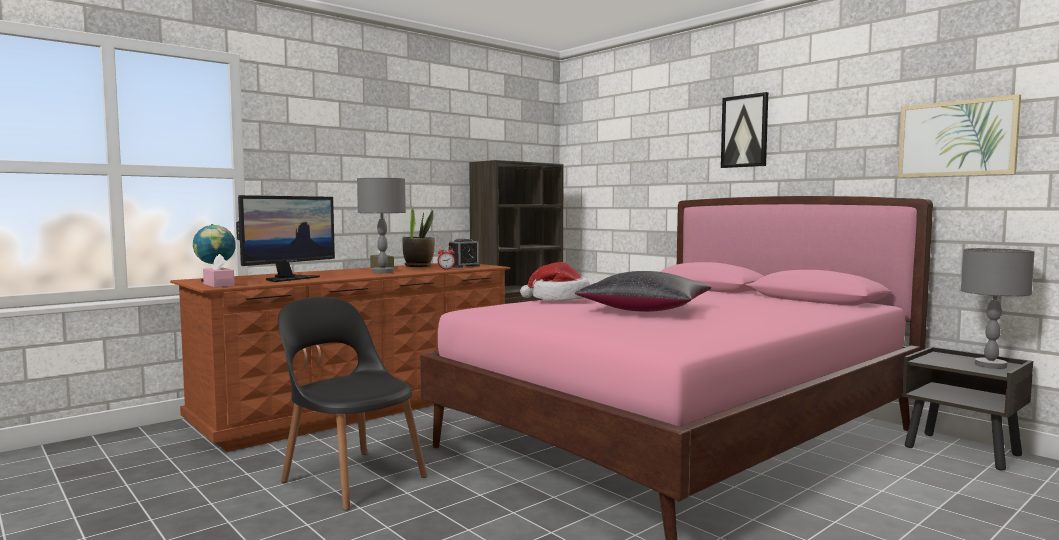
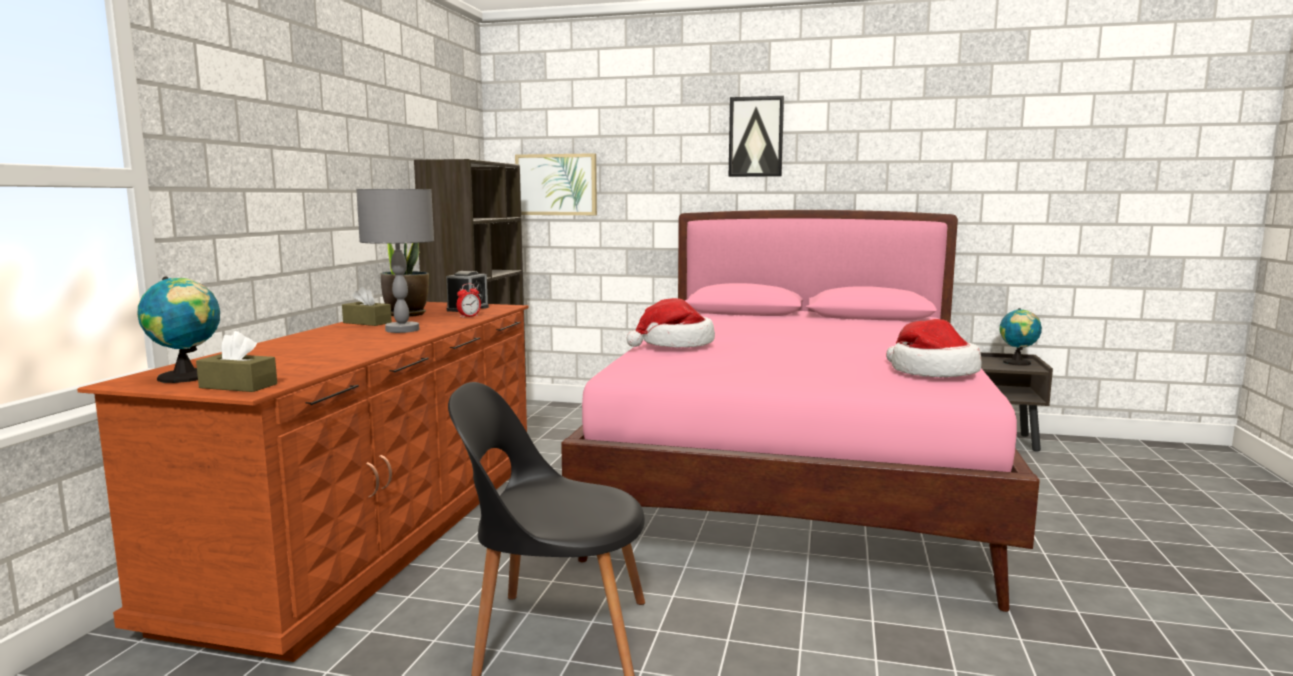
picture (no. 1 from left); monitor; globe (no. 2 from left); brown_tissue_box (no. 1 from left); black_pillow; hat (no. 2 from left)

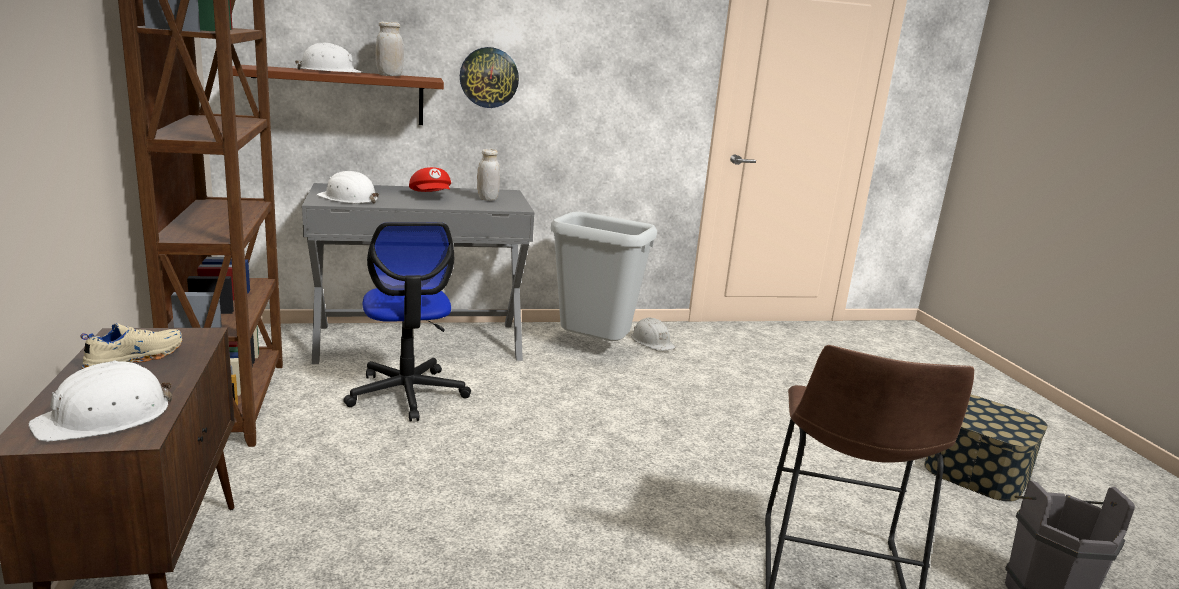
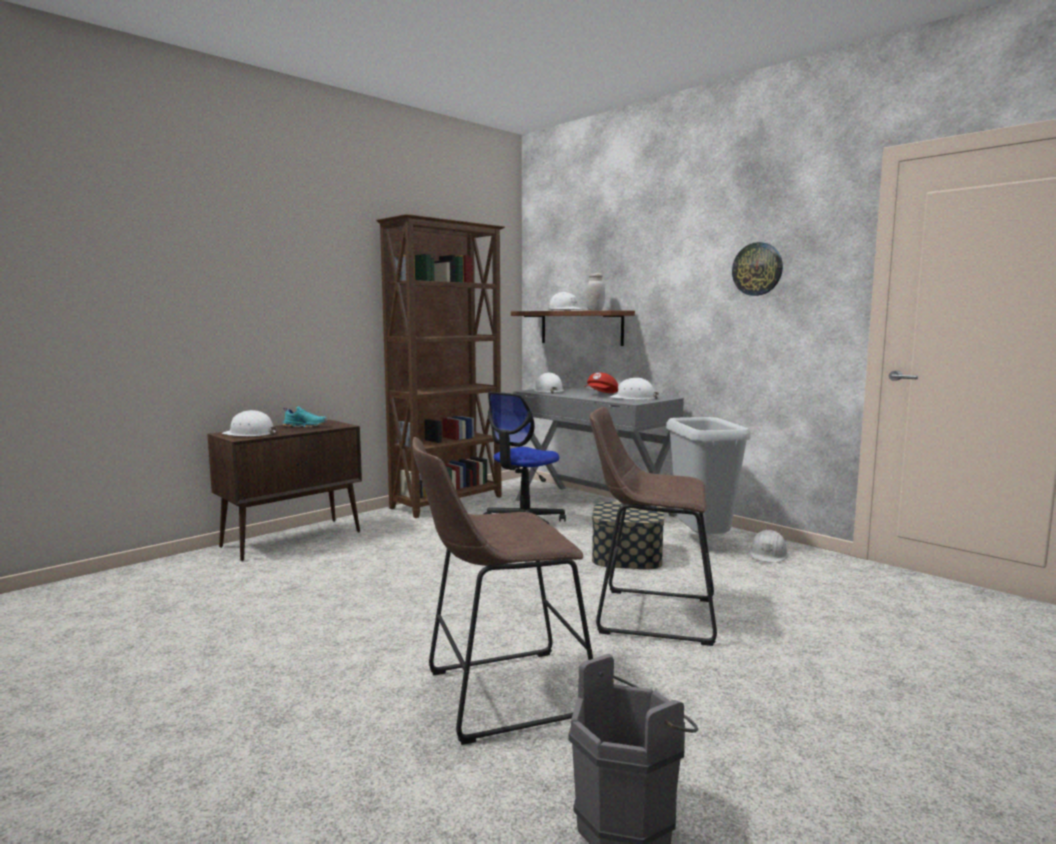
wall_clock; white_hard_hat (no. 4 from left); turquoise_shoe; storage_box; brown_stool (no. 2 from left)

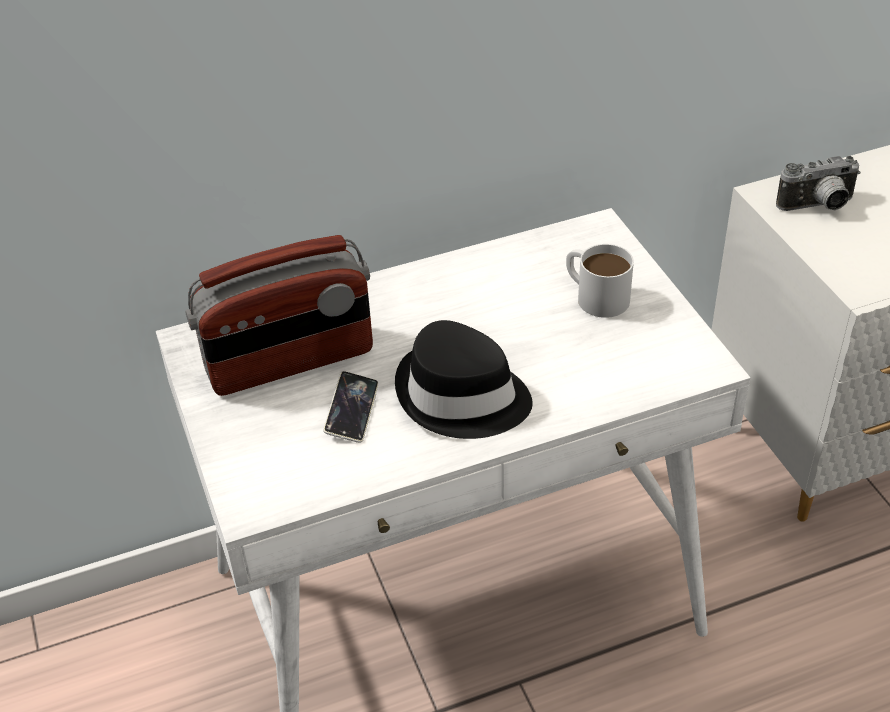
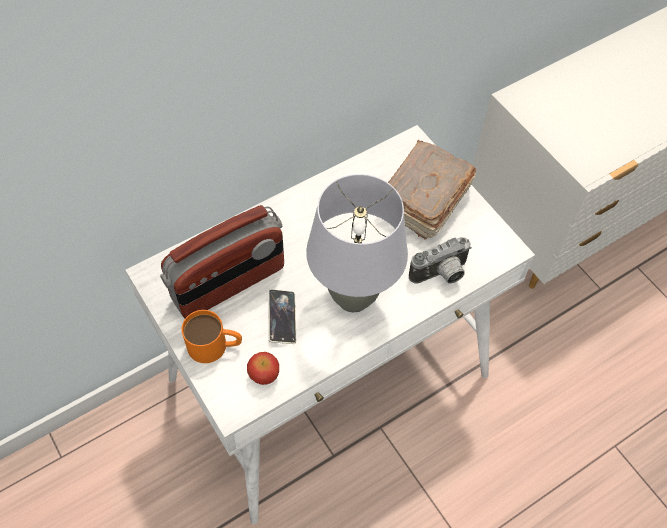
photo_camera; brown_book; grey_table_lamp; orange_mug; apple

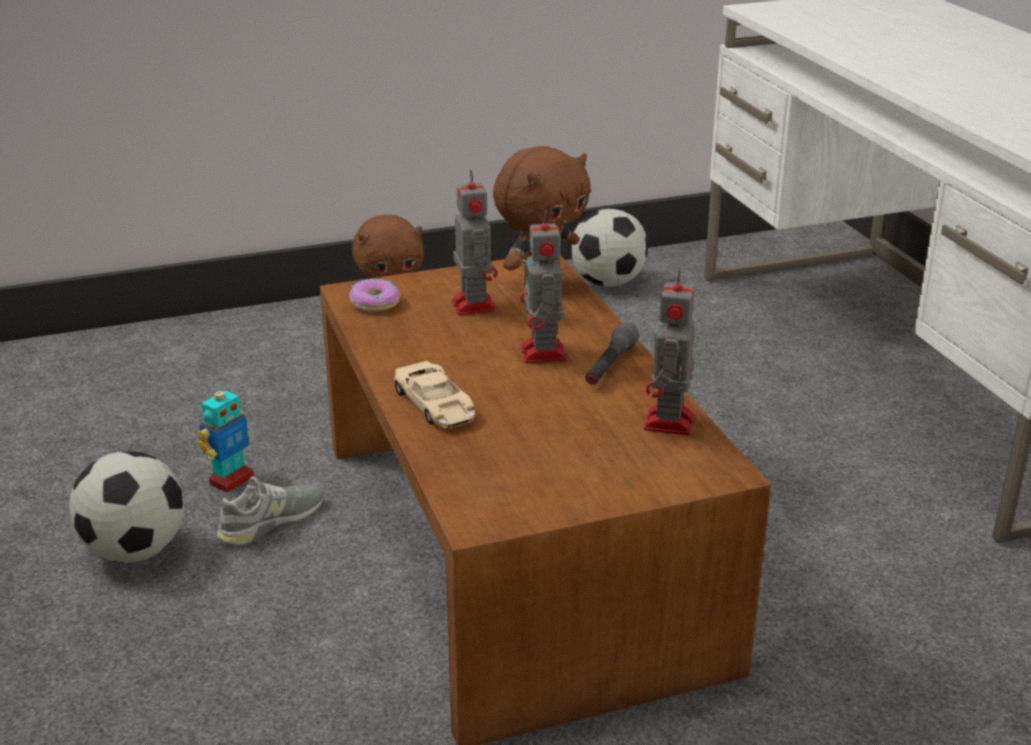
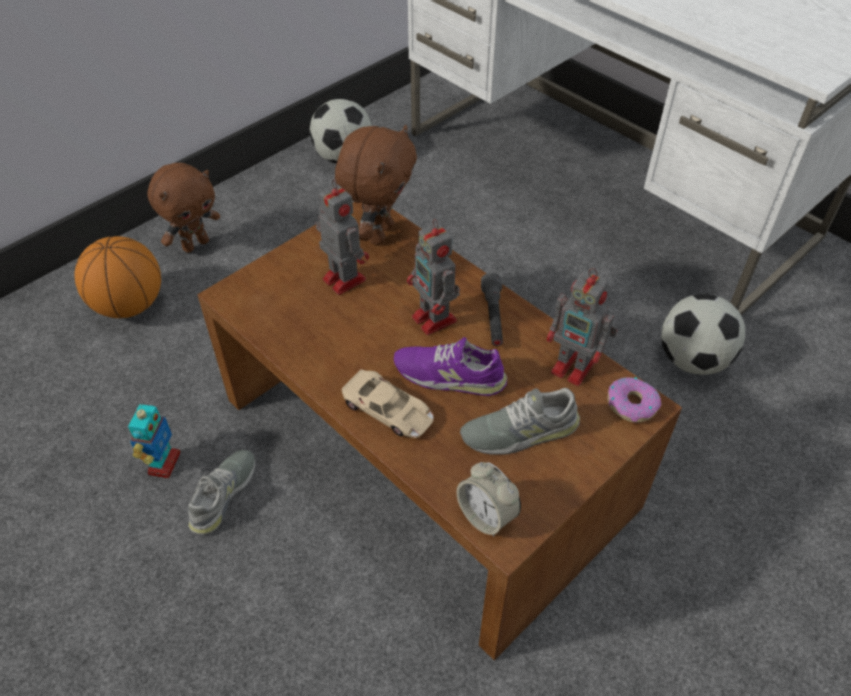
toy_robot (no. 4 from left); donut; football (no. 2 from left); basketball; purple_shoe; grey_shoe (no. 2 from left); alarm_clock

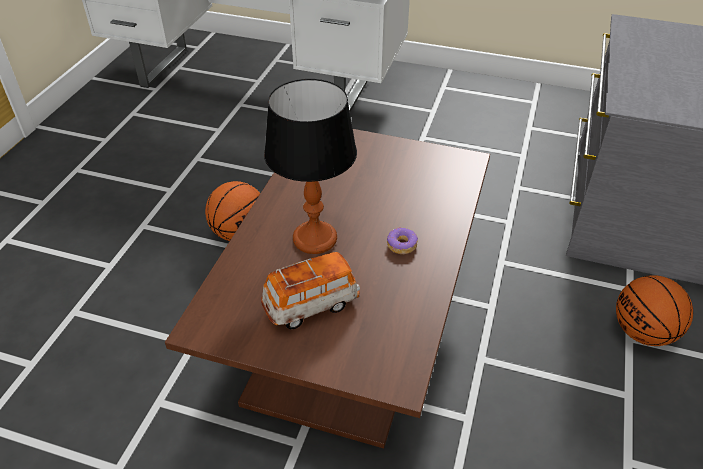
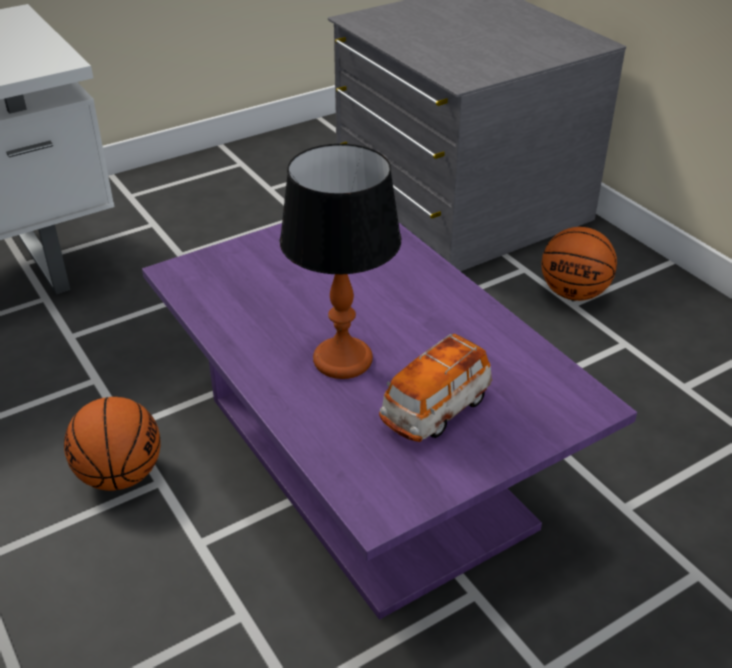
purple_coffee_table; donut; toy_car

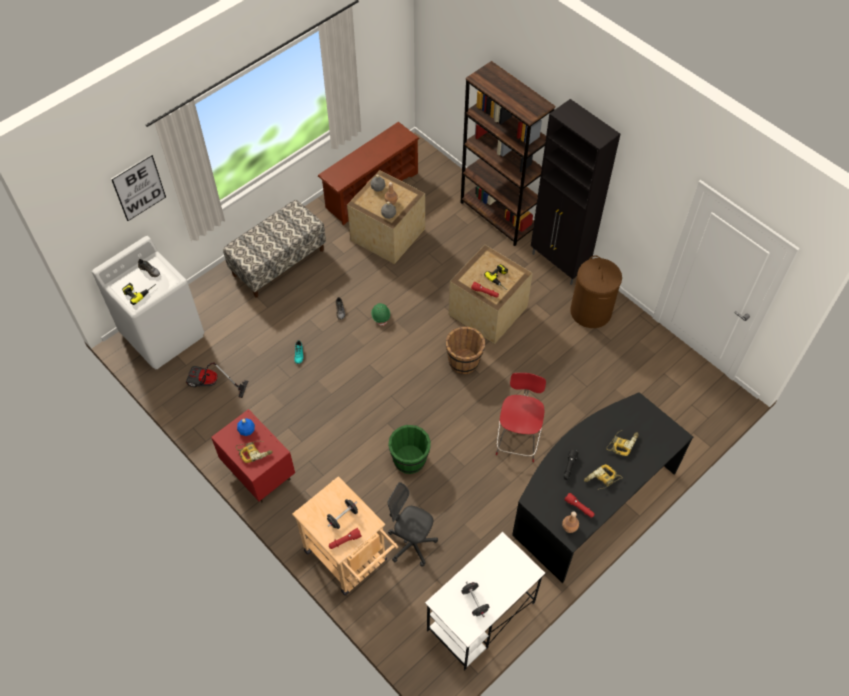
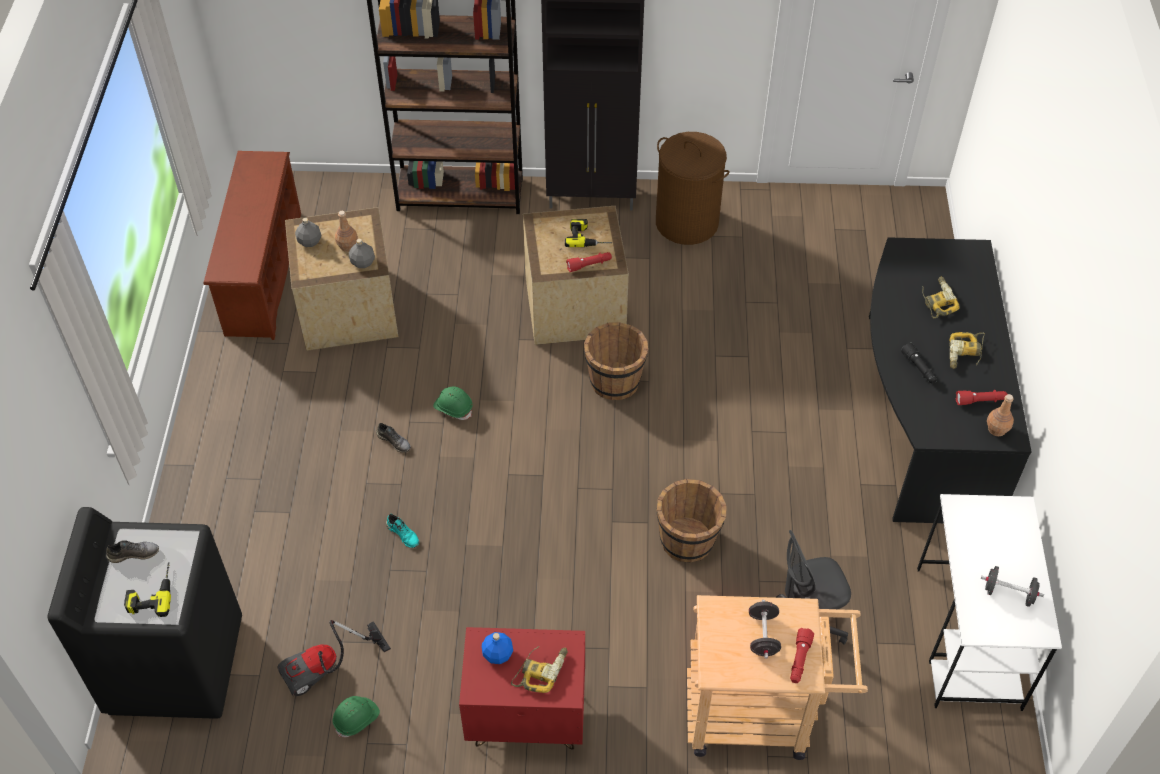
picture; bench; black_washing_machine; red_stool; brown_bucket (no. 2 from left); green_hard_hat (no. 1 from left)

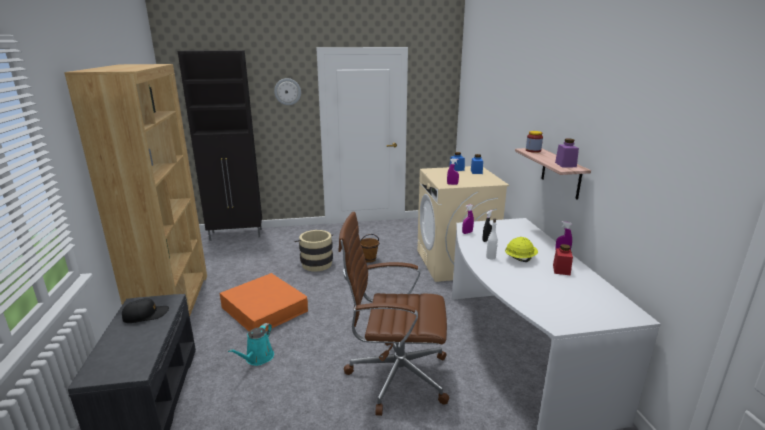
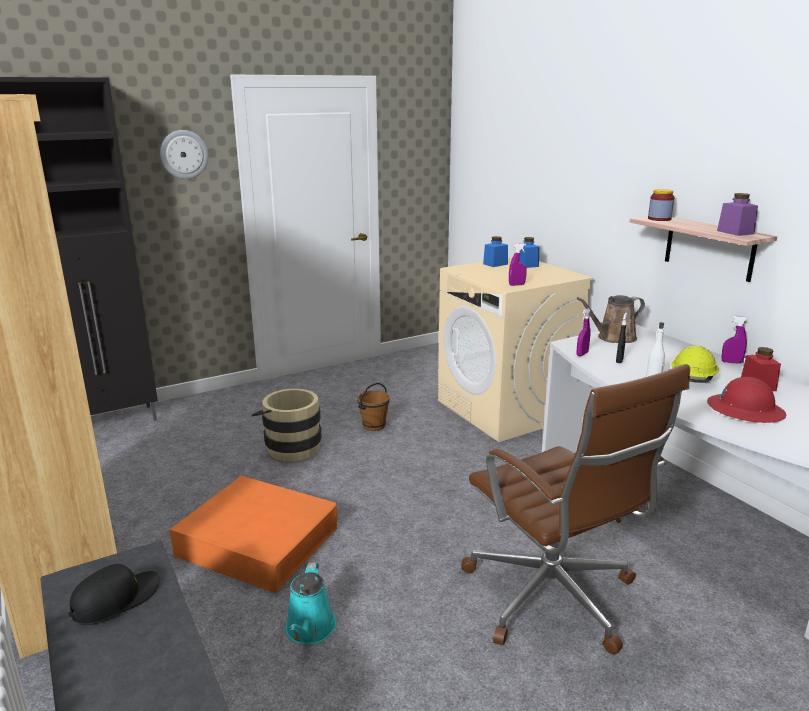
brown_office_chair; brown_watering_can; red_hard_hat

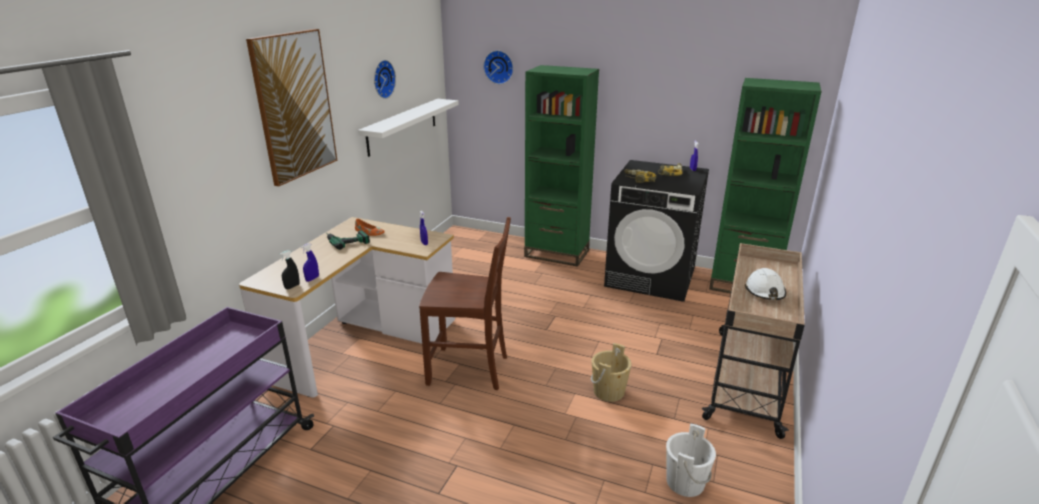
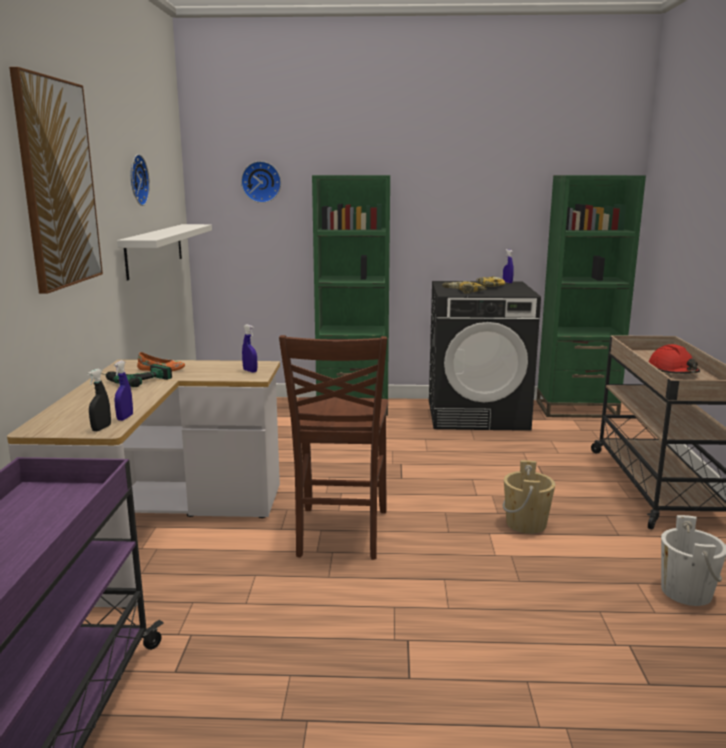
brown_chair; red_hard_hat

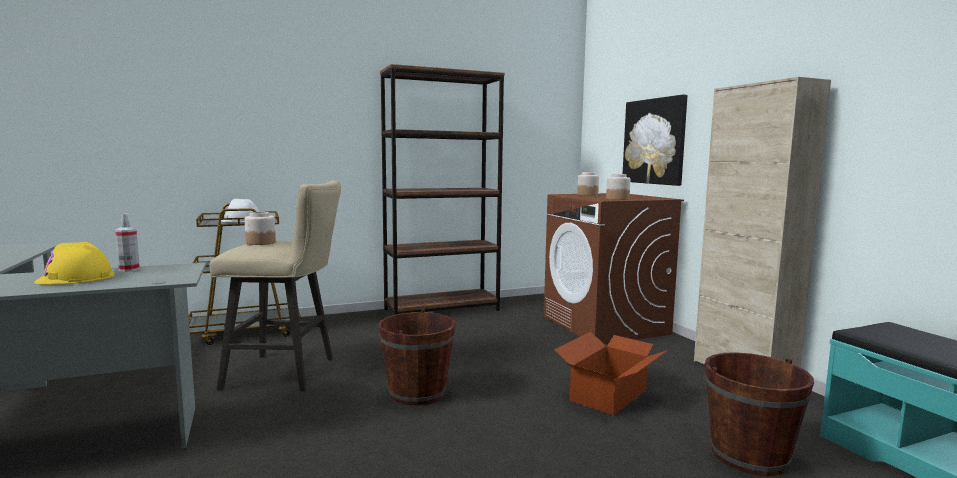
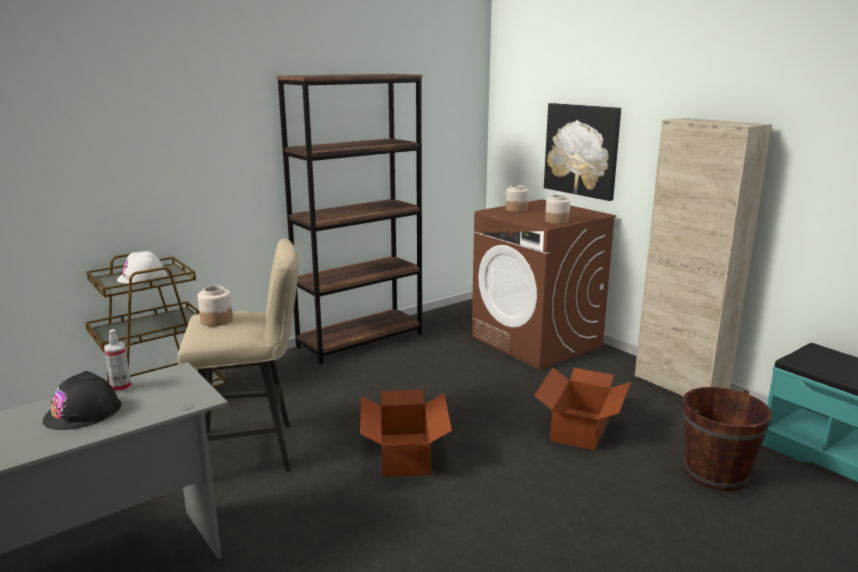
black_hard_hat; cardboard_box (no. 1 from left)

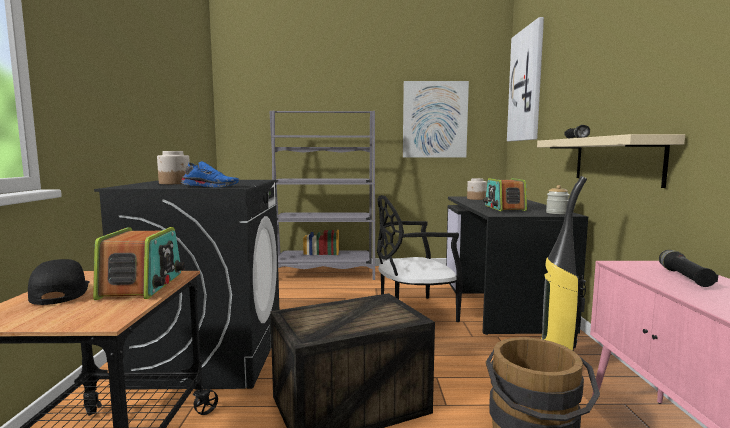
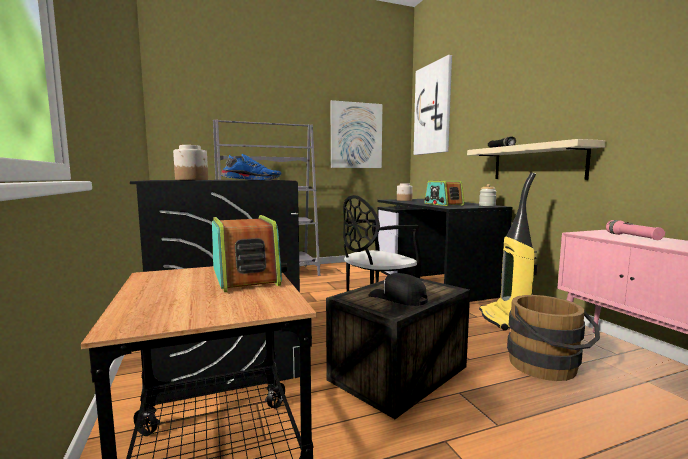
pink_flashlight; black_cap

